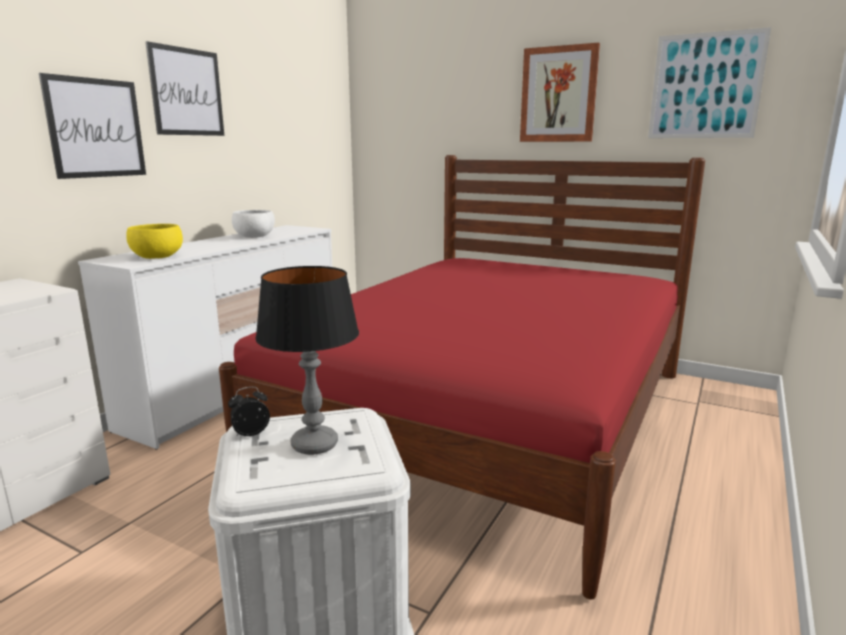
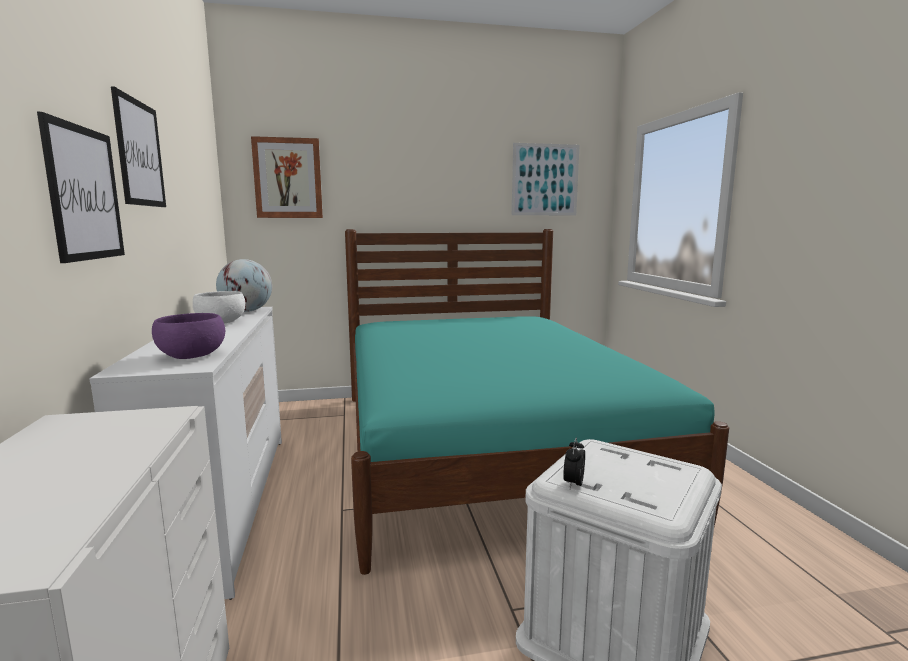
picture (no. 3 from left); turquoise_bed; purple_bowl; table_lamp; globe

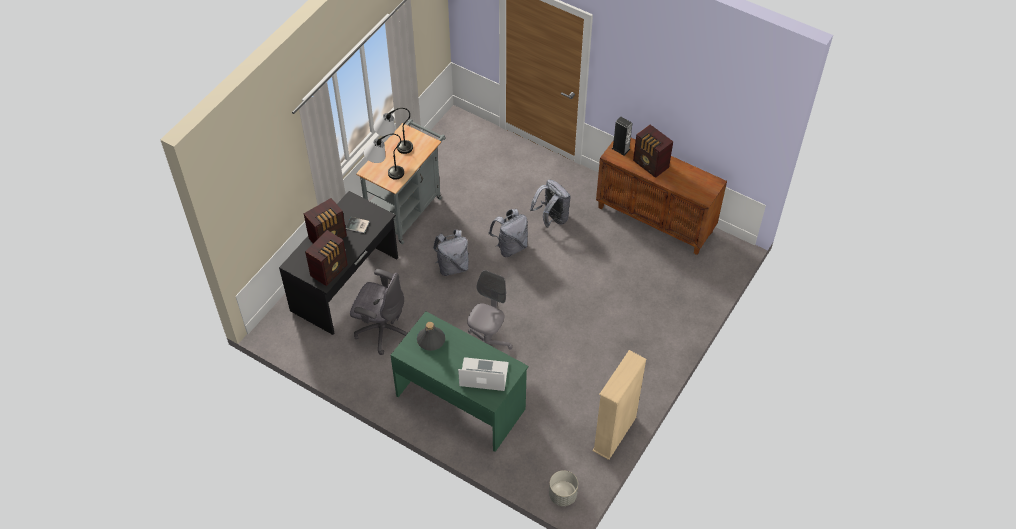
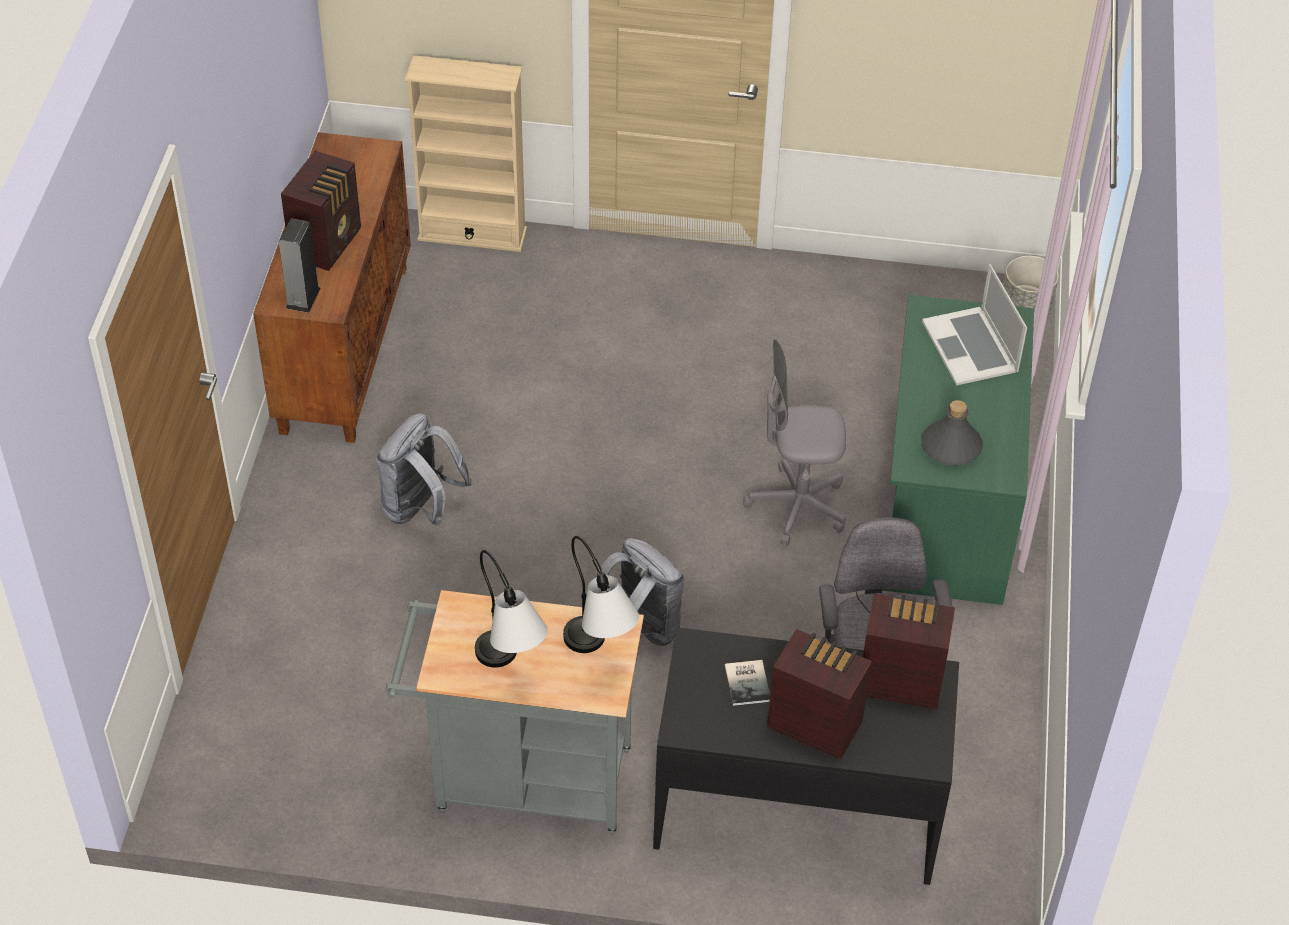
grey_backpack (no. 2 from left in the first image); beige_bookcase

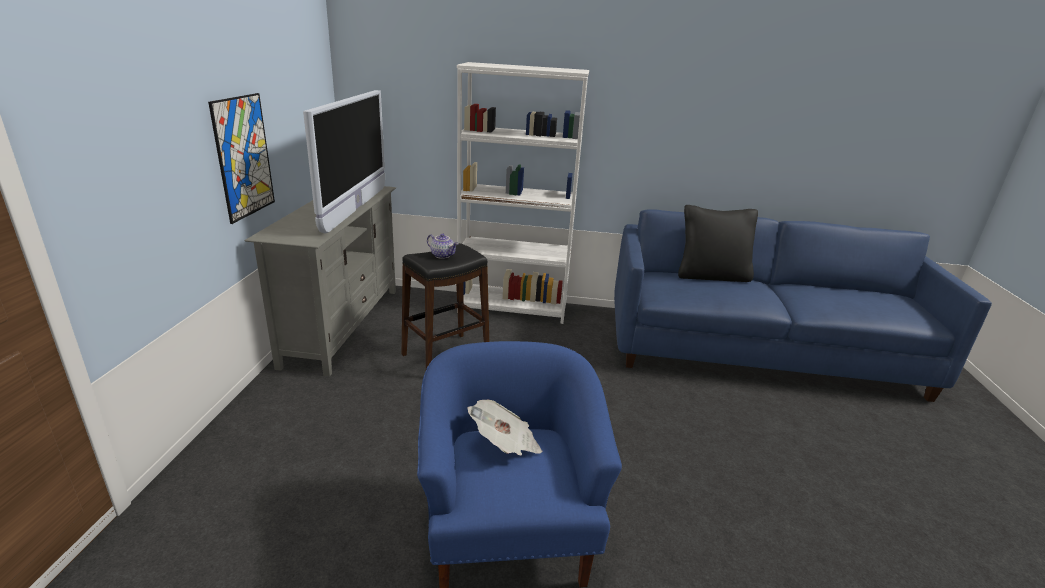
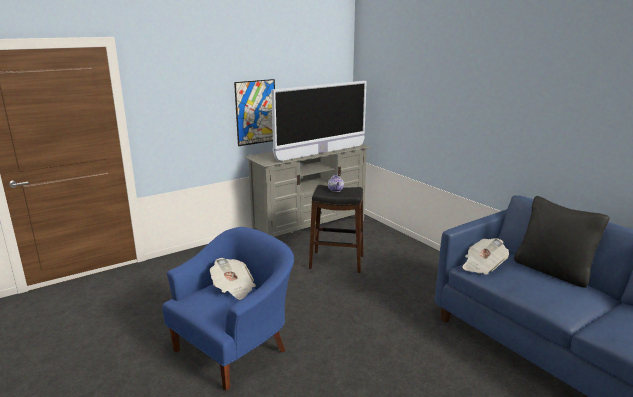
white_bookcase; newspaper (no. 2 from left)

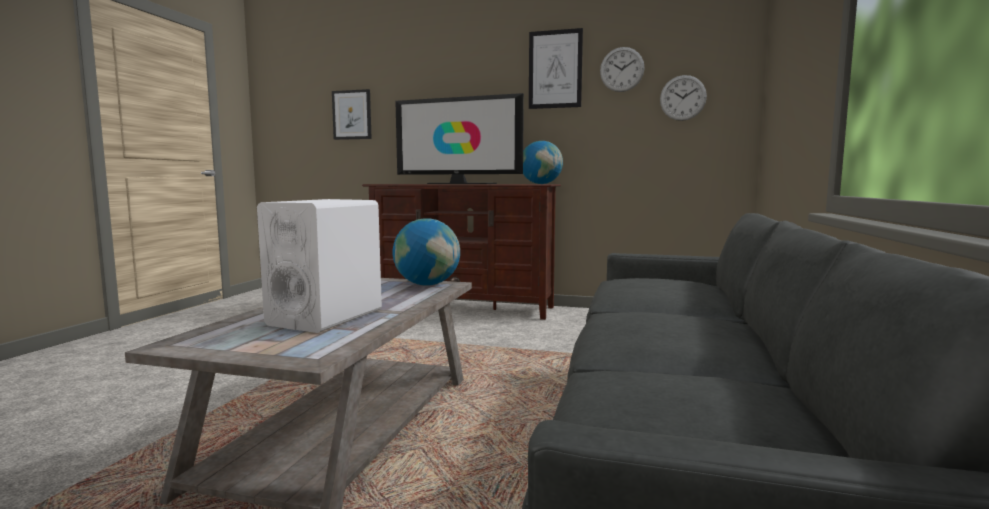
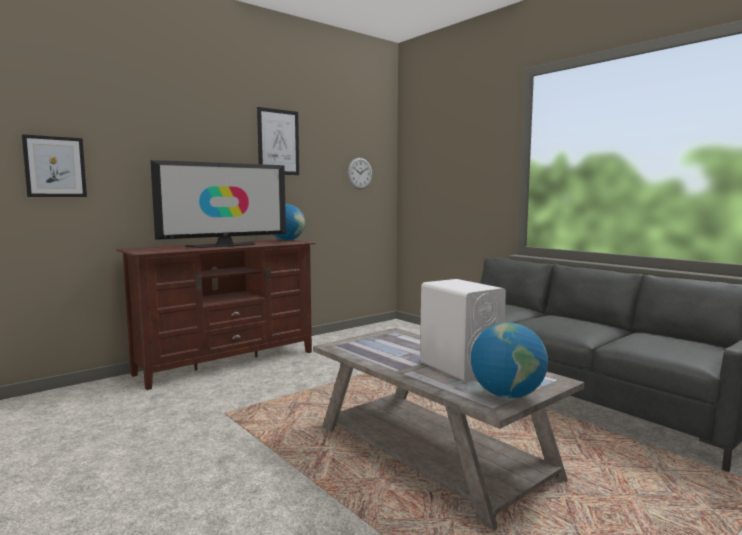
wall_clock (no. 1 from left in the first image); globe (no. 2 from left)

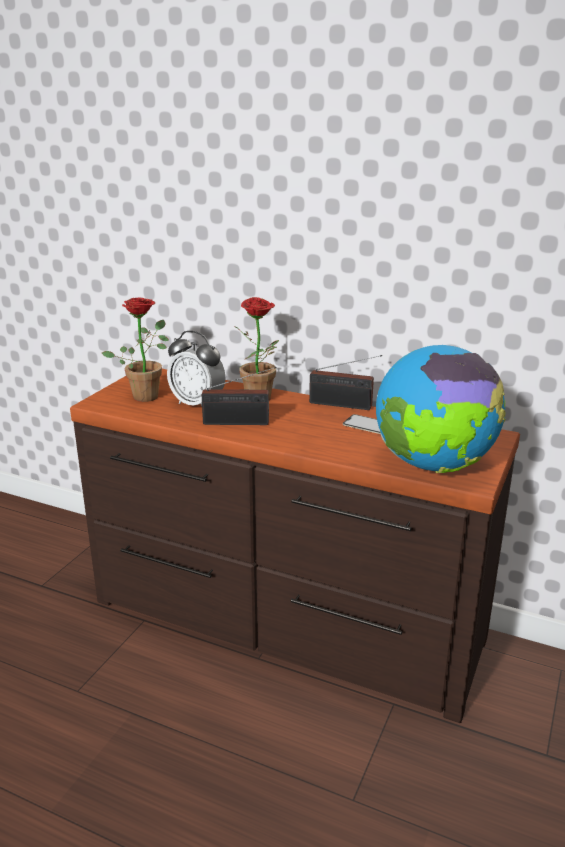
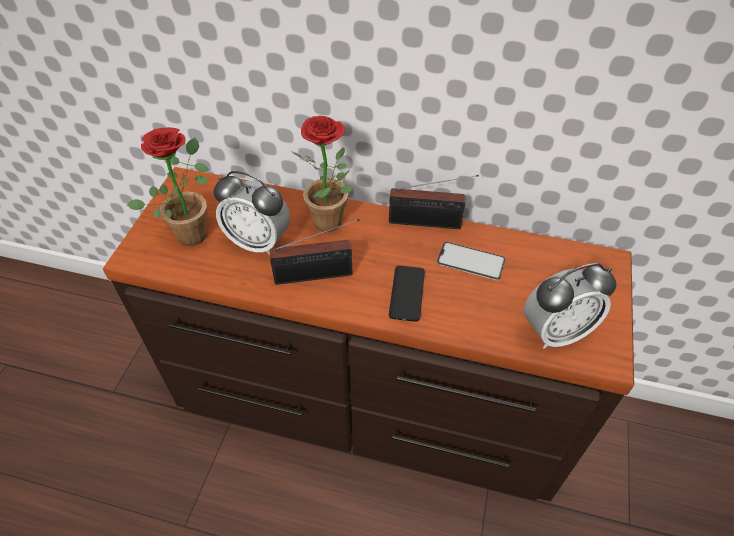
alarm_clock (no. 2 from left); phone (no. 1 from left)

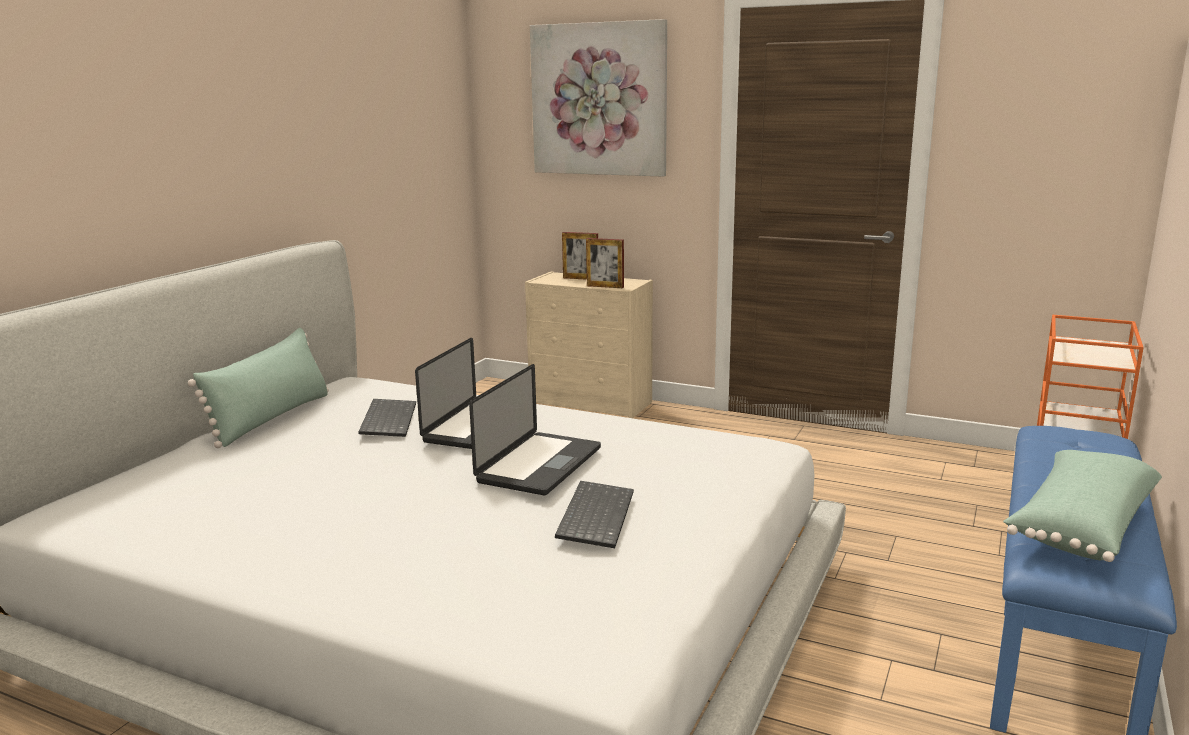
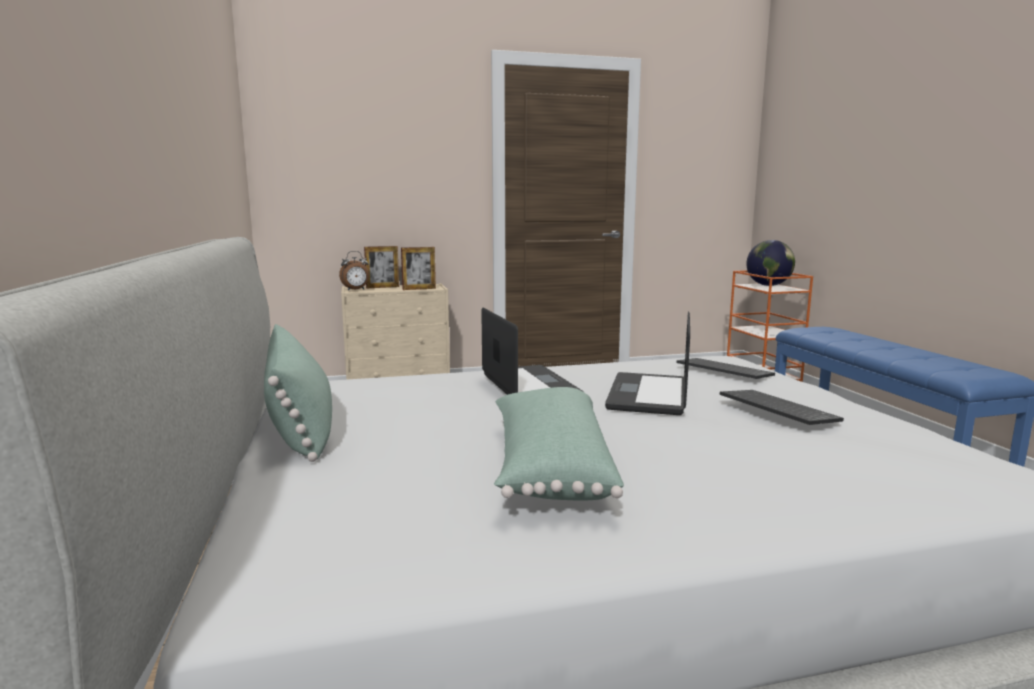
picture; laptop (no. 2 from left); keyboard (no. 1 from left); green_pillow (no. 2 from left); globe; alarm_clock

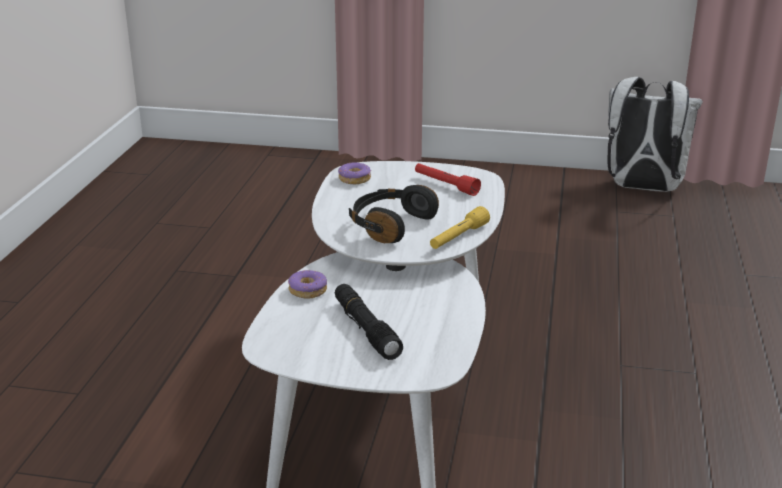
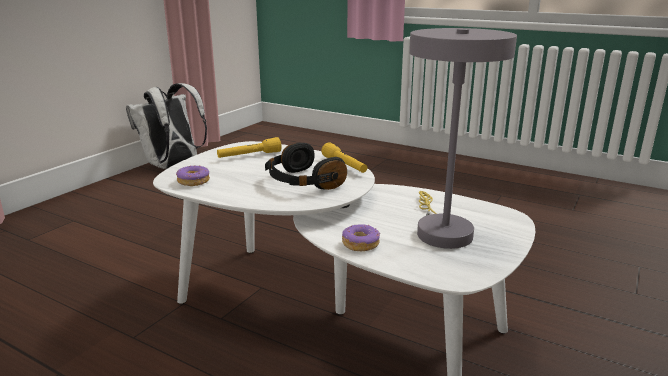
yellow_flashlight (no. 1 from left); grey_table_lamp

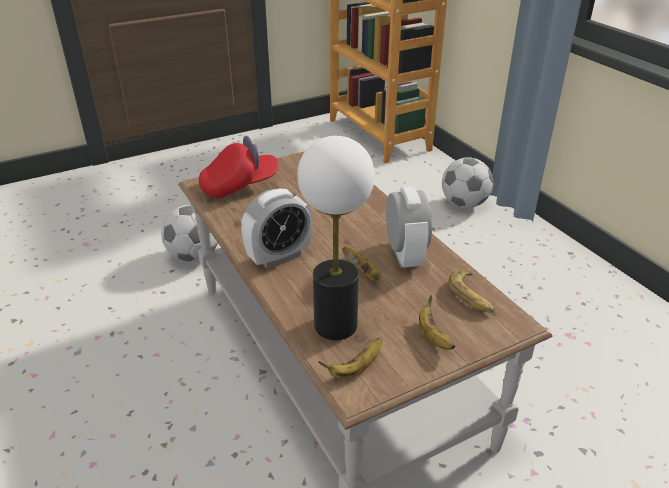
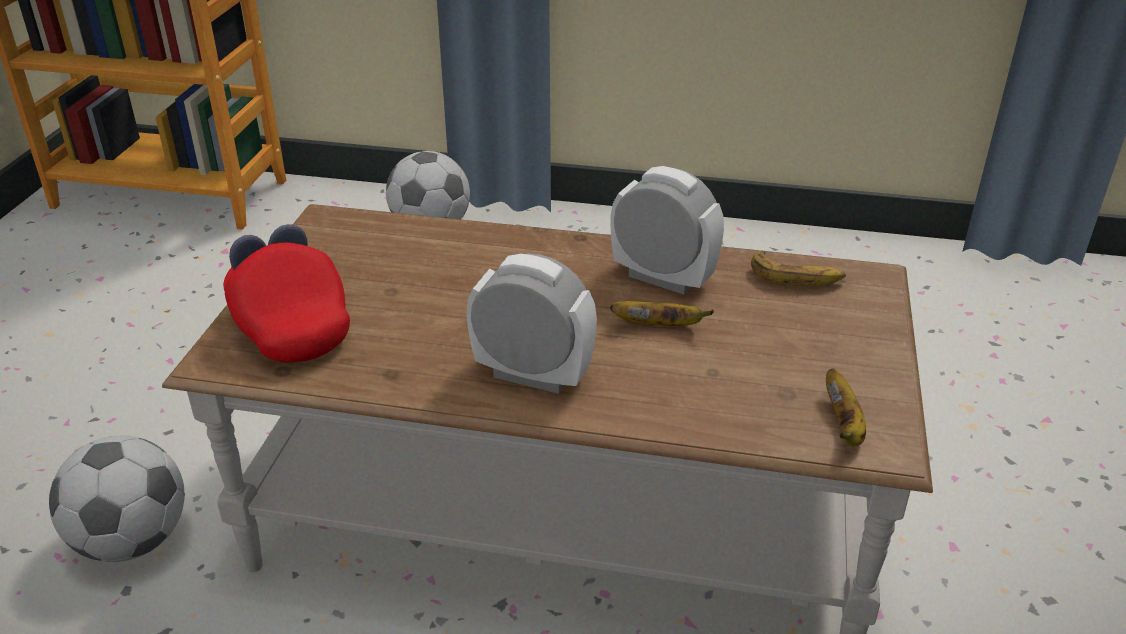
red_cap; table_lamp; alarm_clock (no. 1 from left); banana (no. 3 from left in the first image)

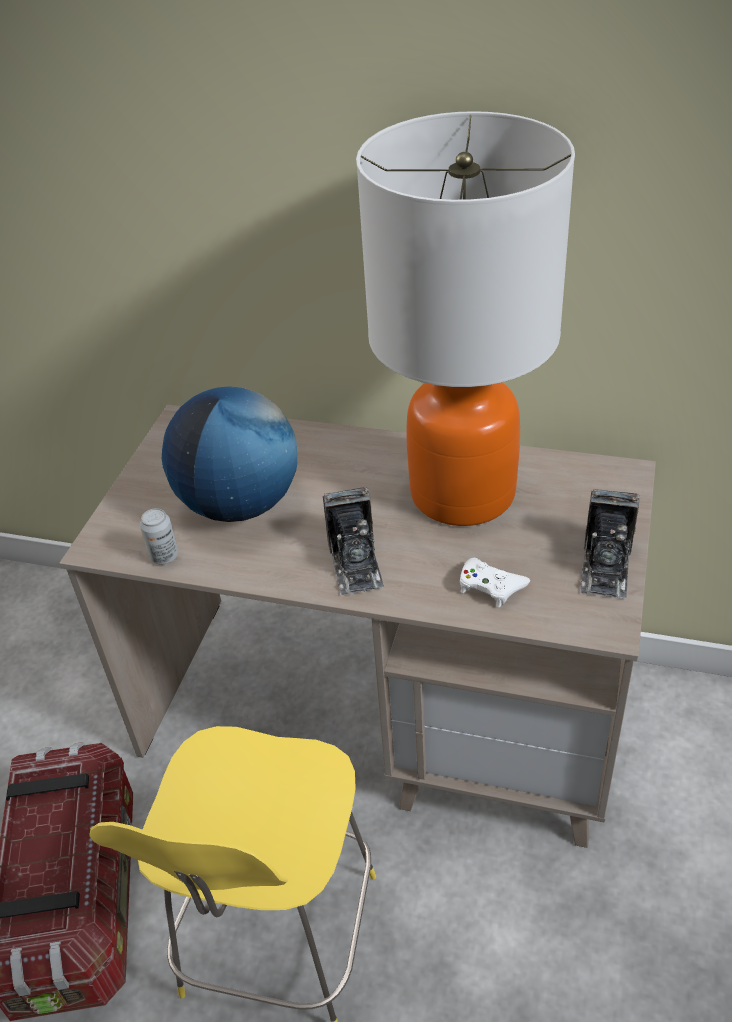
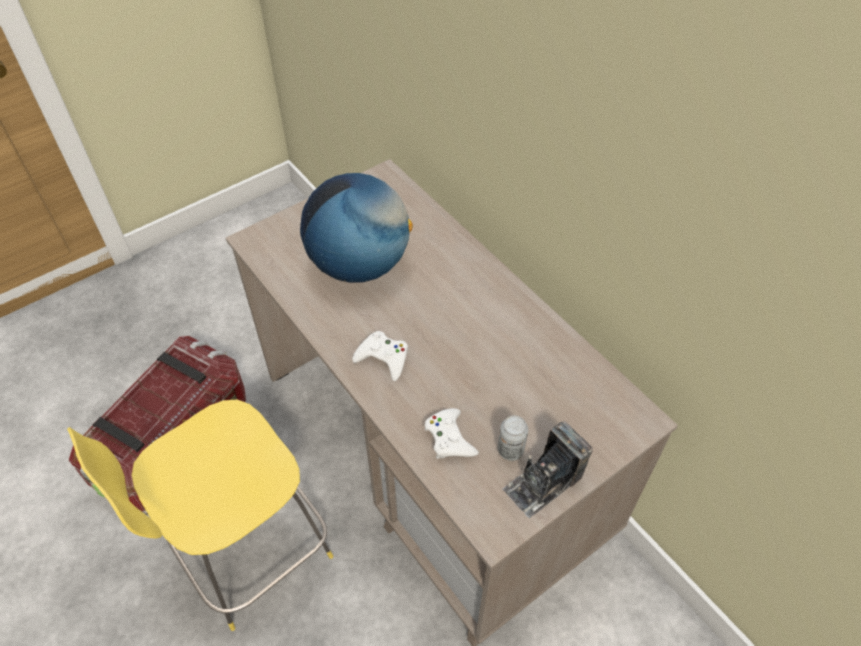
table_lamp; white_game_controller (no. 1 from left); can

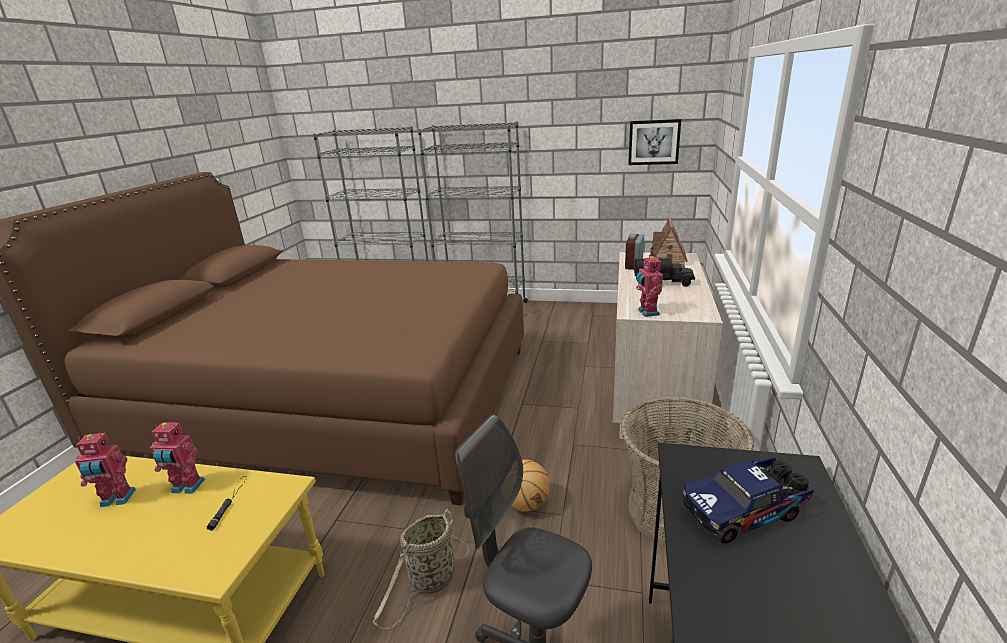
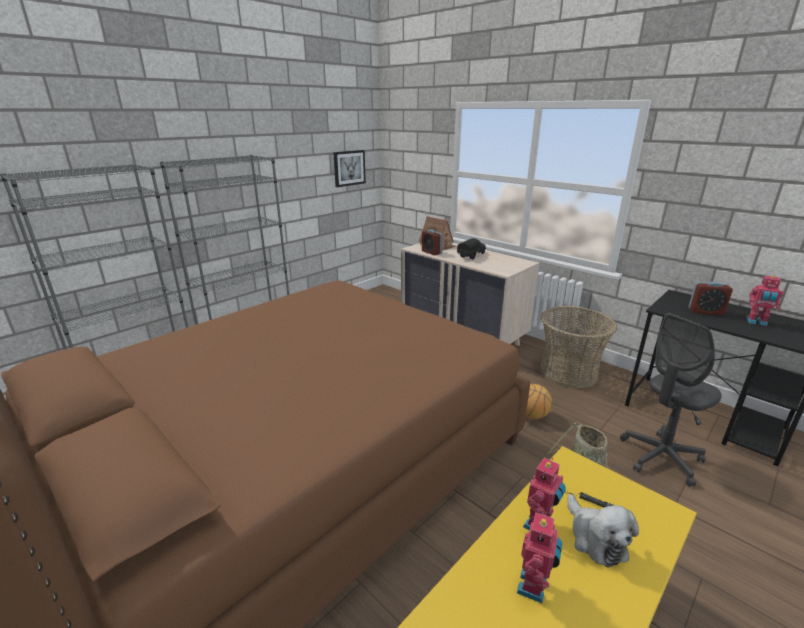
toy_robot (no. 3 from left); alarm_clock (no. 2 from left); plush_toy

